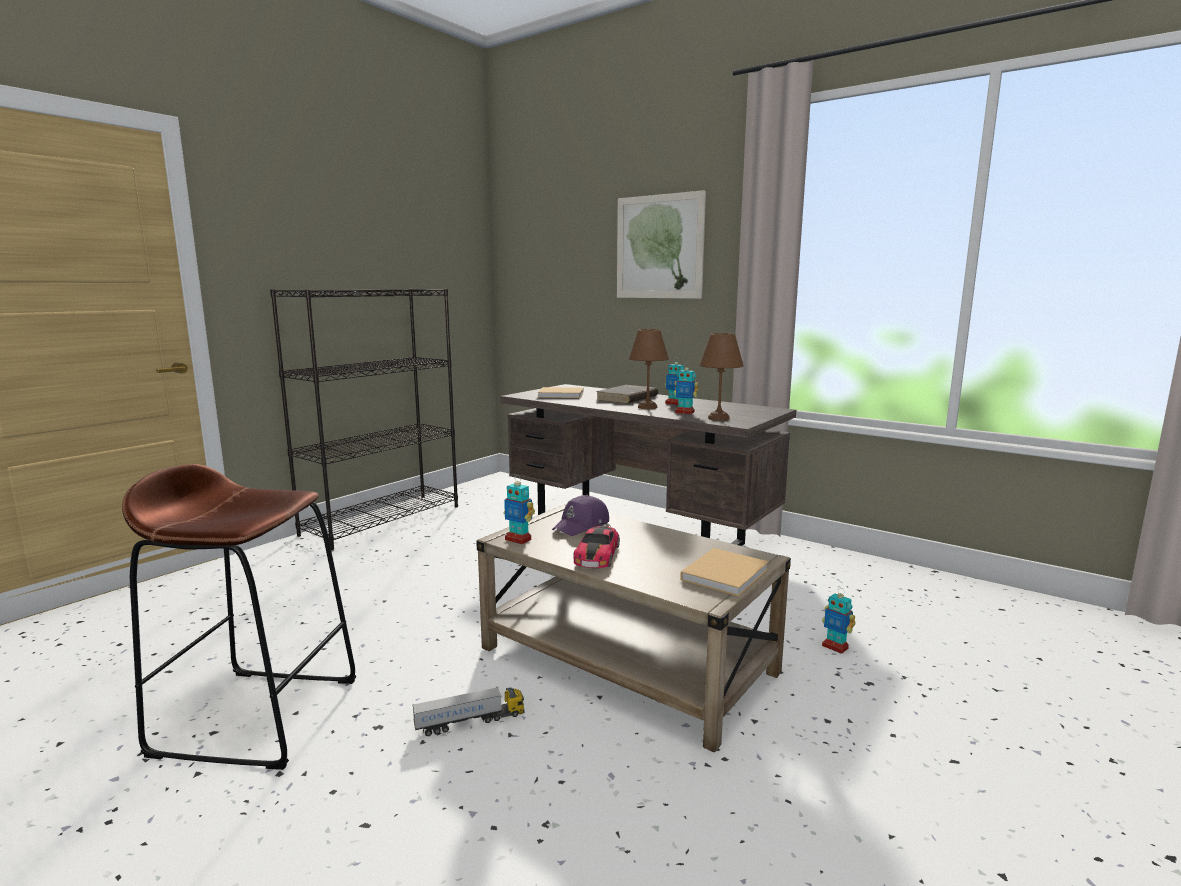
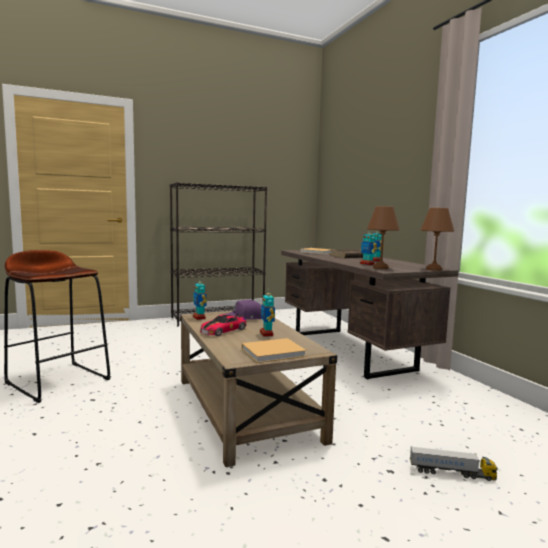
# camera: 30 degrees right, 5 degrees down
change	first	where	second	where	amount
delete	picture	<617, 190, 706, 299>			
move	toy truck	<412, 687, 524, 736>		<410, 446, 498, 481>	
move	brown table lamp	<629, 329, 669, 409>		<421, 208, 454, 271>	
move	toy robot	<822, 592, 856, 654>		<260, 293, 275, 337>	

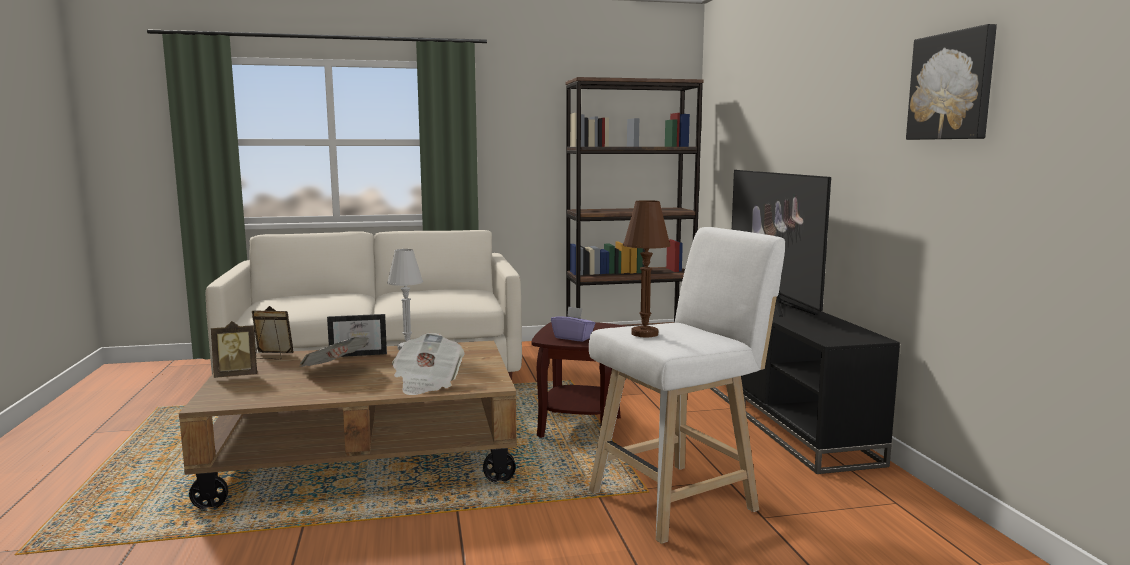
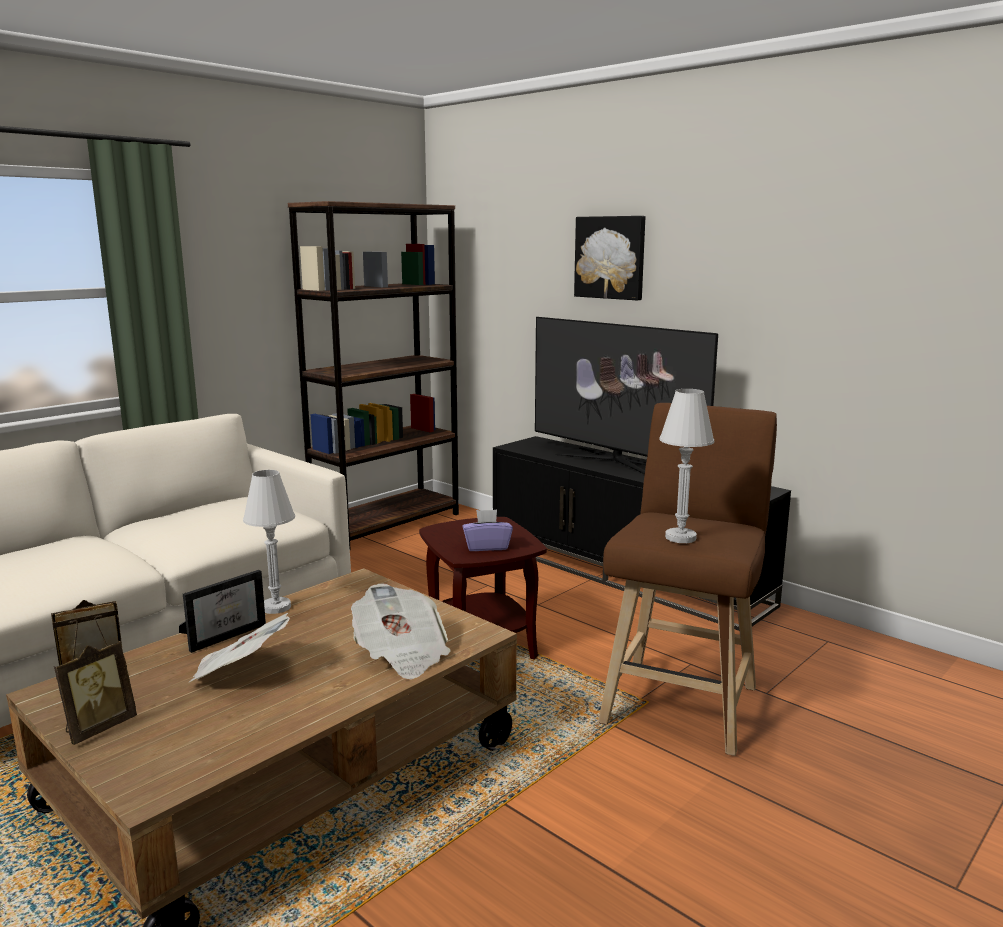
# camera: 35 degrees left, 5 degrees up
change	first	where	second	where	amount
move	picture	<906, 24, 997, 140>		<574, 216, 645, 300>	
recolor	white stool	<589, 227, 785, 544>	brown stool	<598, 403, 777, 756>	
recolor	brown table lamp	<623, 200, 670, 338>	white table lamp	<659, 389, 714, 543>	

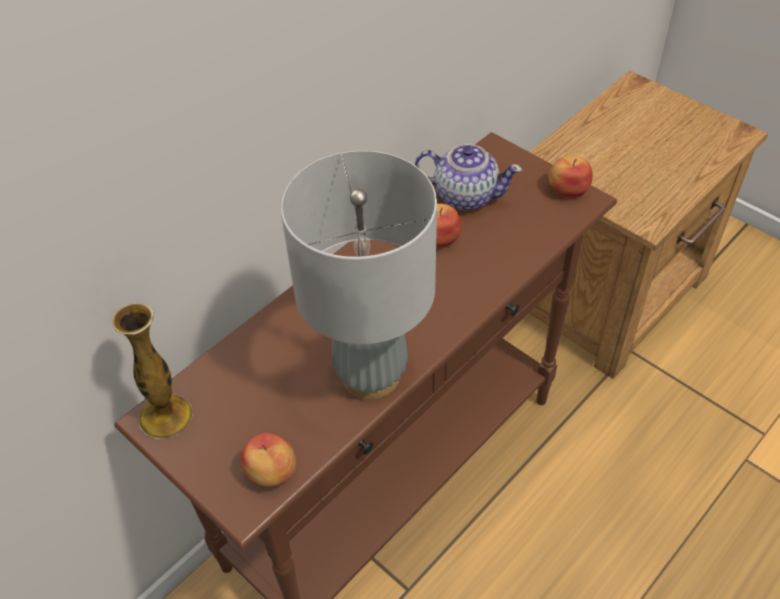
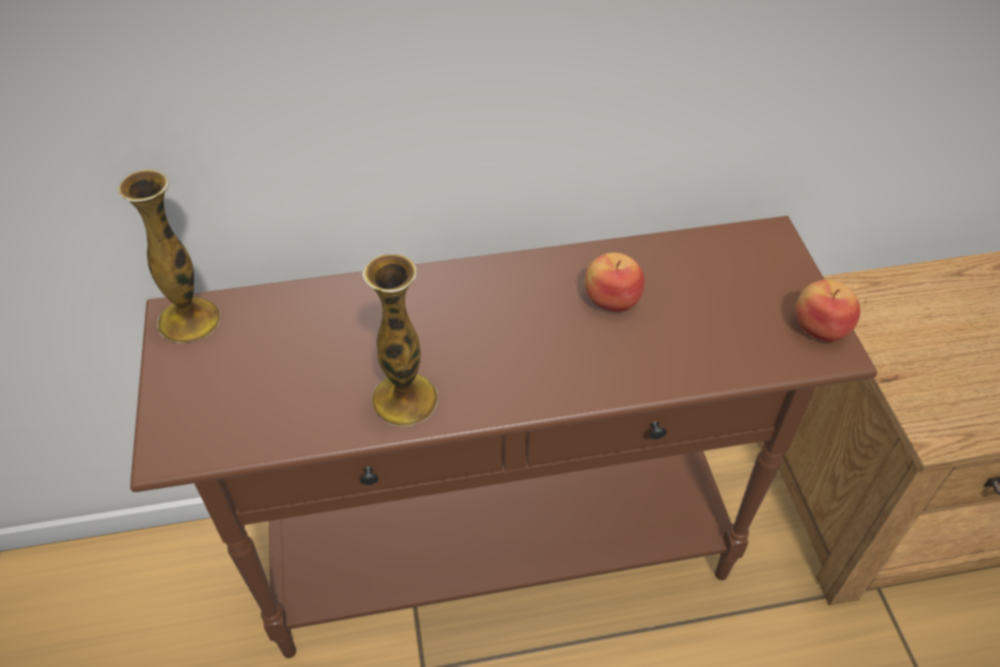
# camera: 35 degrees right, 0 degrees up
change	first	where	second	where	amount
delete	apple	<240, 433, 296, 487>			
delete	teapot	<415, 144, 522, 211>			
replace	grey table lamp	<281, 151, 437, 399>	vase	<363, 254, 438, 426>	

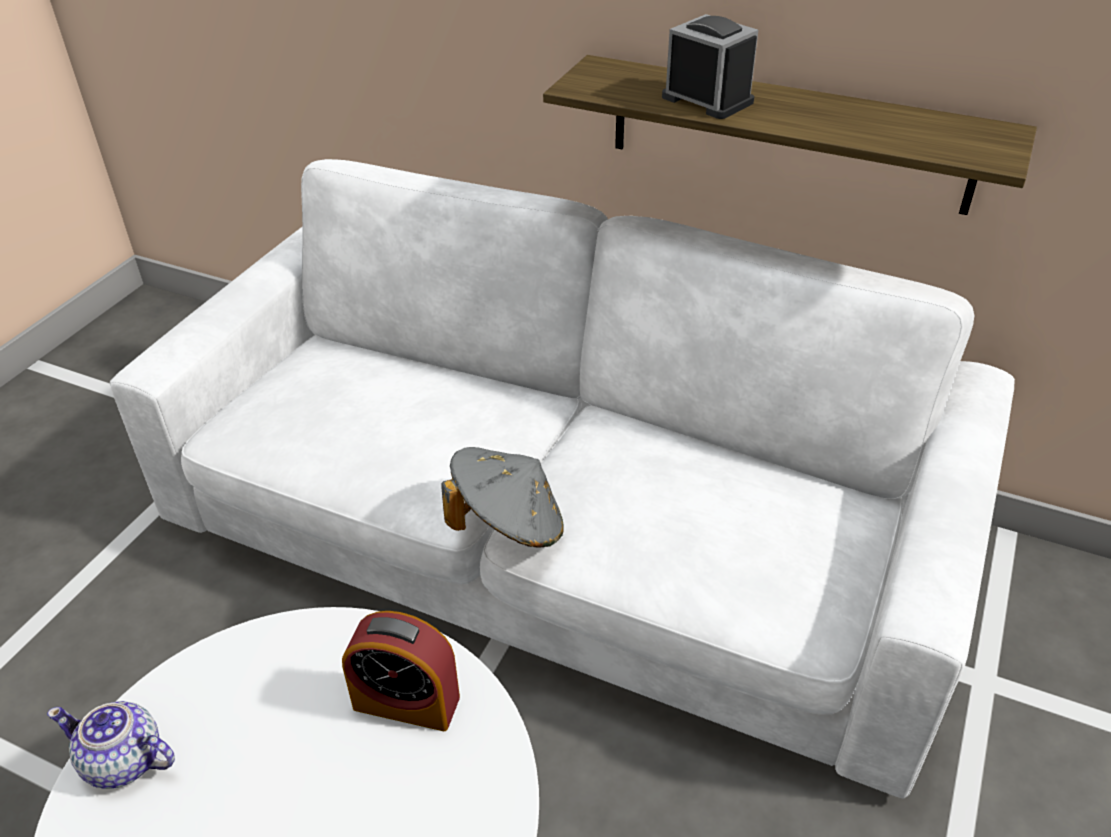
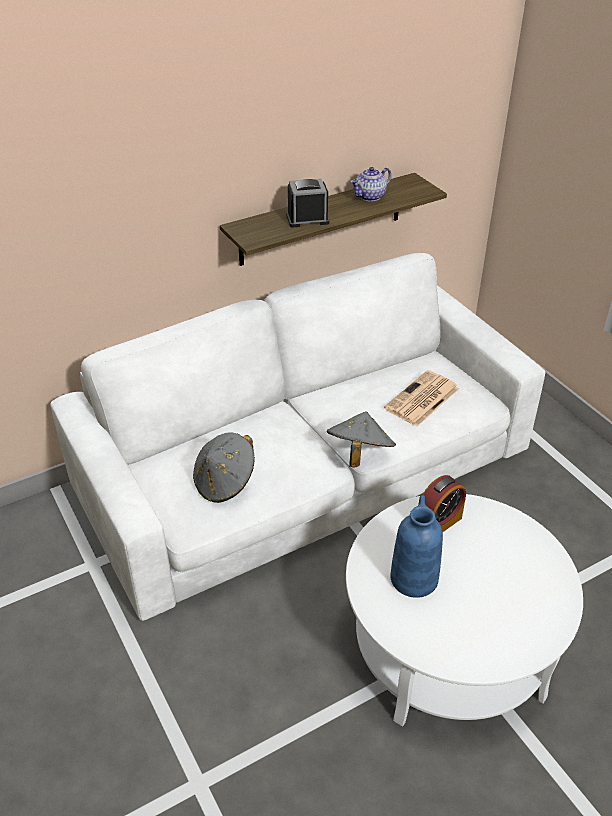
# camera: 55 degrees left, 0 degrees up
change	first	where	second	where	amount
insert			grey hat	<193, 432, 255, 503>	
insert			newspaper	<384, 370, 459, 426>	
insert			blue vase	<390, 495, 443, 598>	
move	teapot	<47, 701, 175, 789>		<350, 167, 391, 202>	

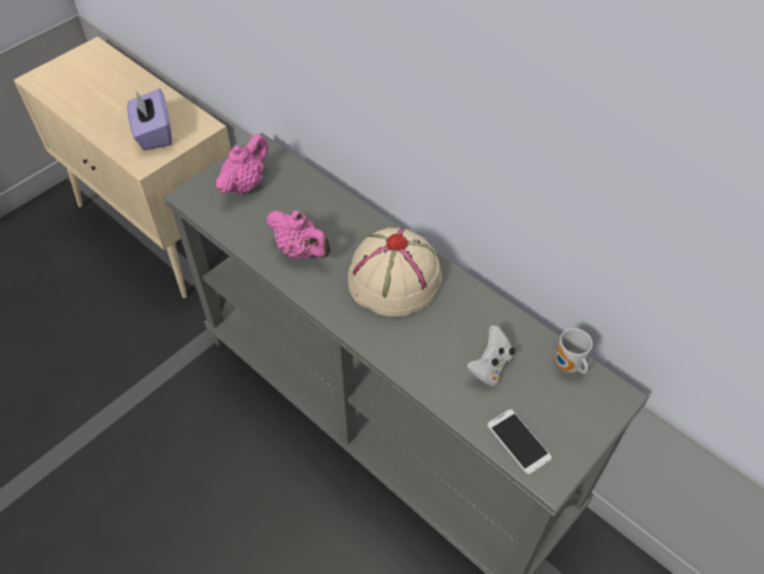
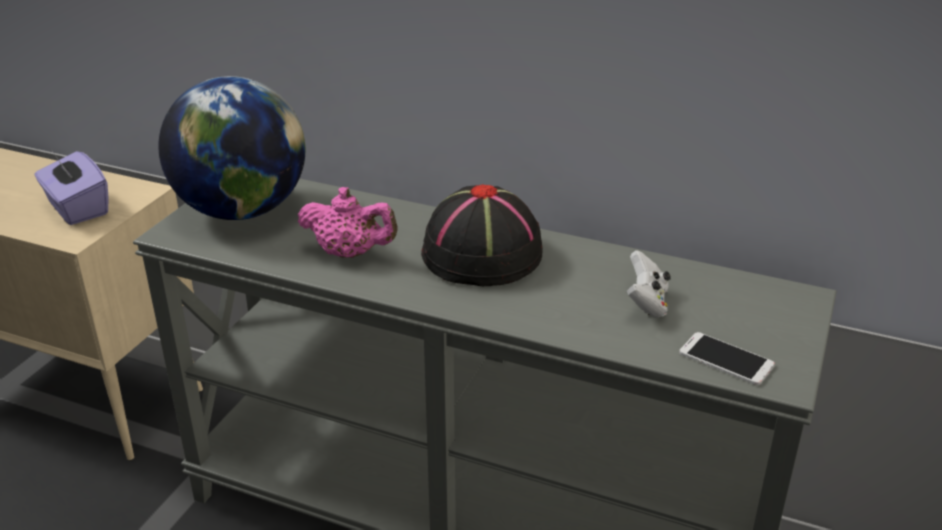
# camera: 20 degrees left, 20 degrees down
change	first	where	second	where	amount
delete	mug	<555, 328, 593, 374>			
replace	pink teapot	<216, 134, 268, 195>	globe	<159, 76, 305, 220>	
recolor	beige hat	<348, 228, 442, 317>	black hat	<421, 184, 543, 286>	

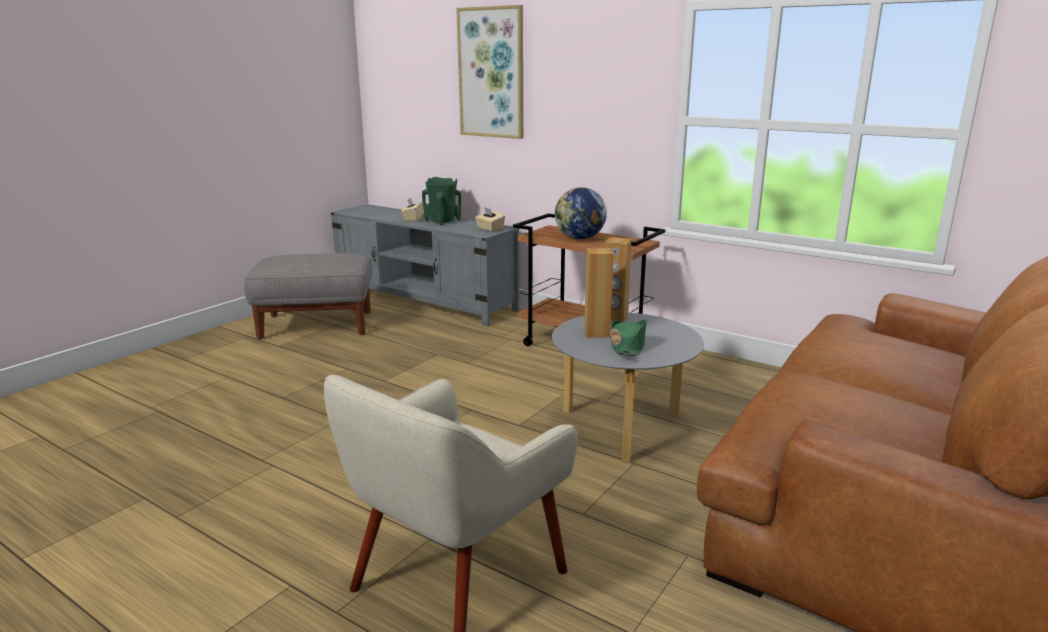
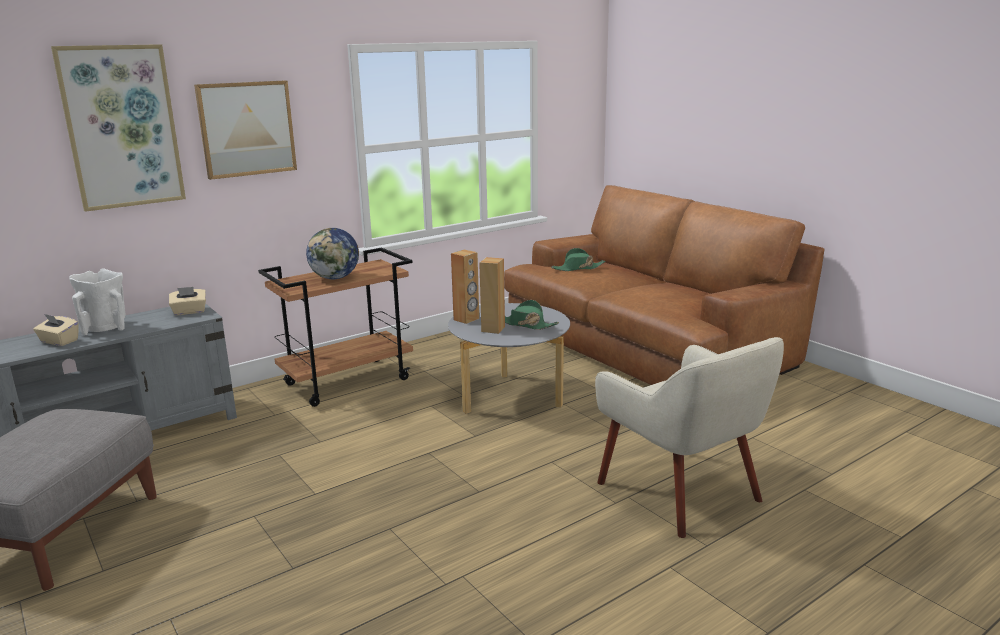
# camera: 70 degrees left, 0 degrees up
change	first	where	second	where	amount
insert			picture	<194, 80, 297, 180>	
insert			green hat	<551, 248, 605, 271>	
recolor	green vase	<422, 177, 461, 225>	white vase	<69, 269, 125, 335>	

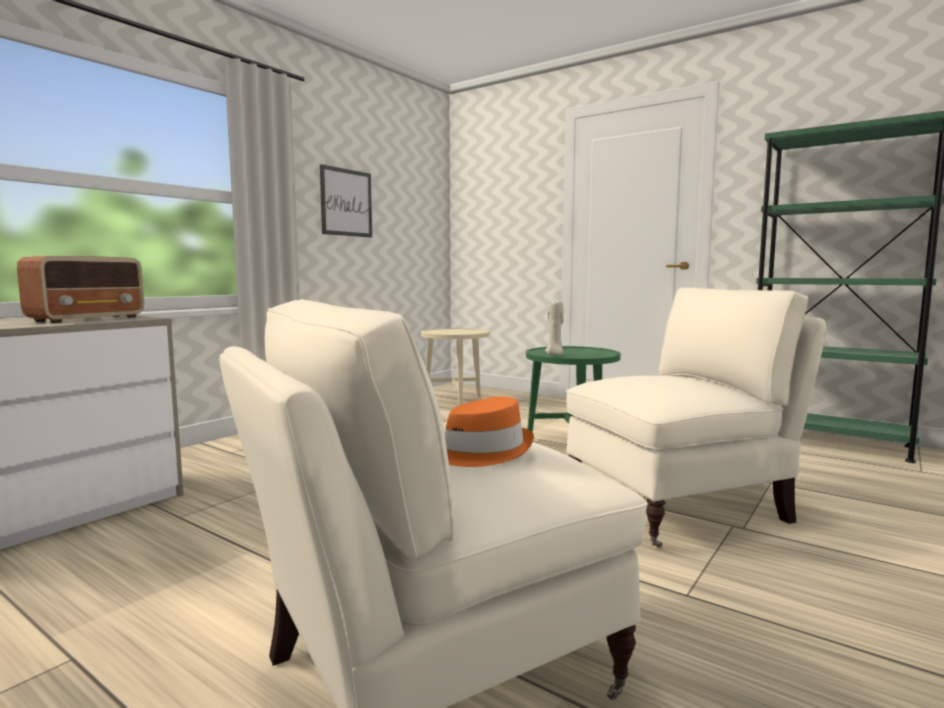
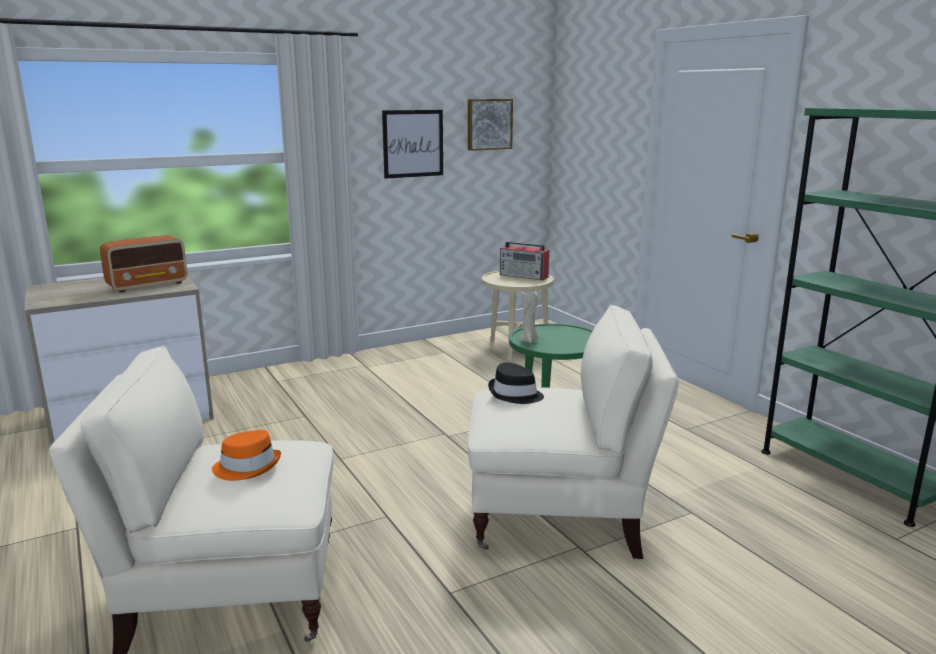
# camera: 25 degrees right, 10 degrees up
change	first	where	second	where	amount
insert			picture	<468, 99, 513, 151>	
insert			black hat	<488, 362, 544, 404>	
insert			radio	<500, 241, 549, 280>	

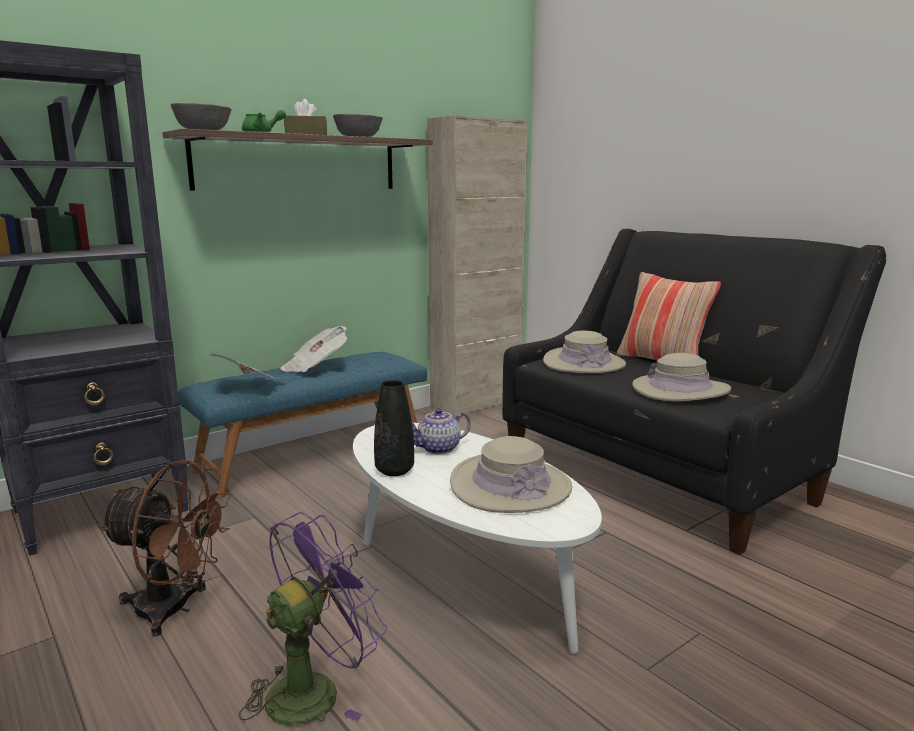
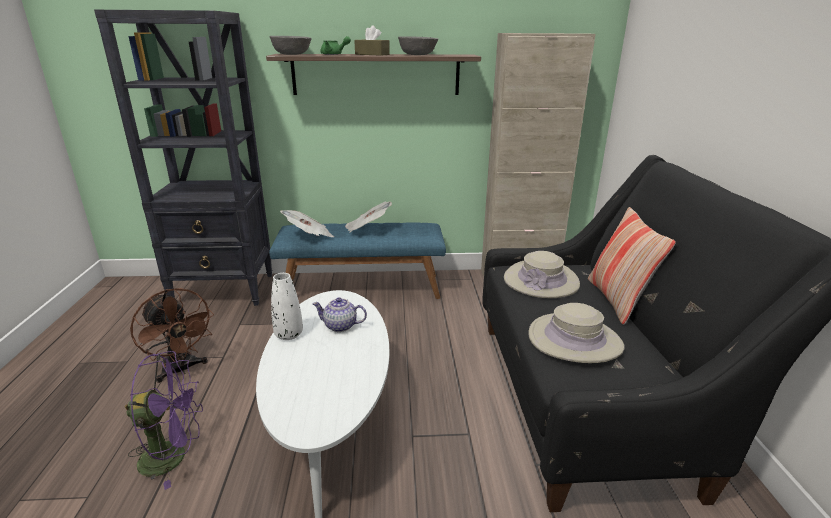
# camera: 35 degrees right, 10 degrees up
change	first	where	second	where	amount
delete	beige hat	<450, 436, 572, 513>			
recolor	black vase	<374, 380, 414, 476>	white vase	<271, 273, 303, 340>	

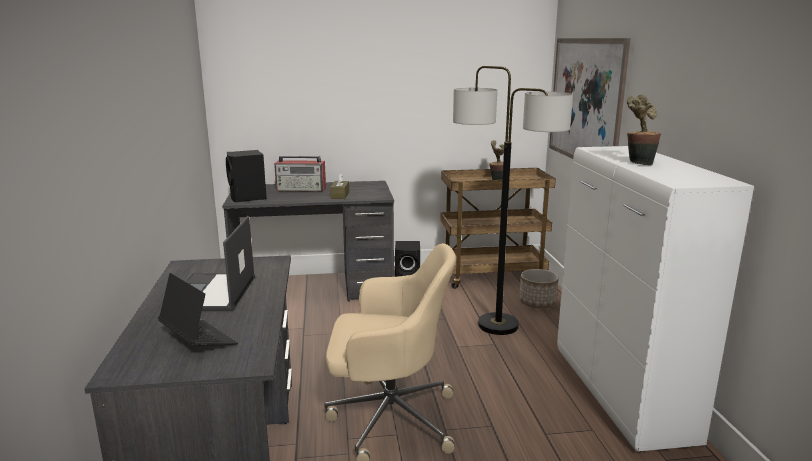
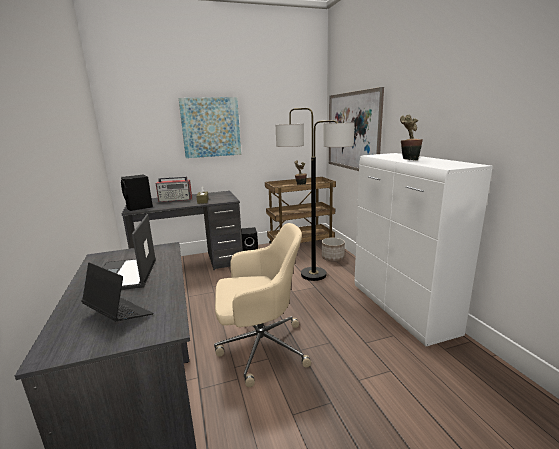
# camera: 10 degrees left, 0 degrees up
change	first	where	second	where	amount
insert			picture	<179, 97, 241, 158>	

